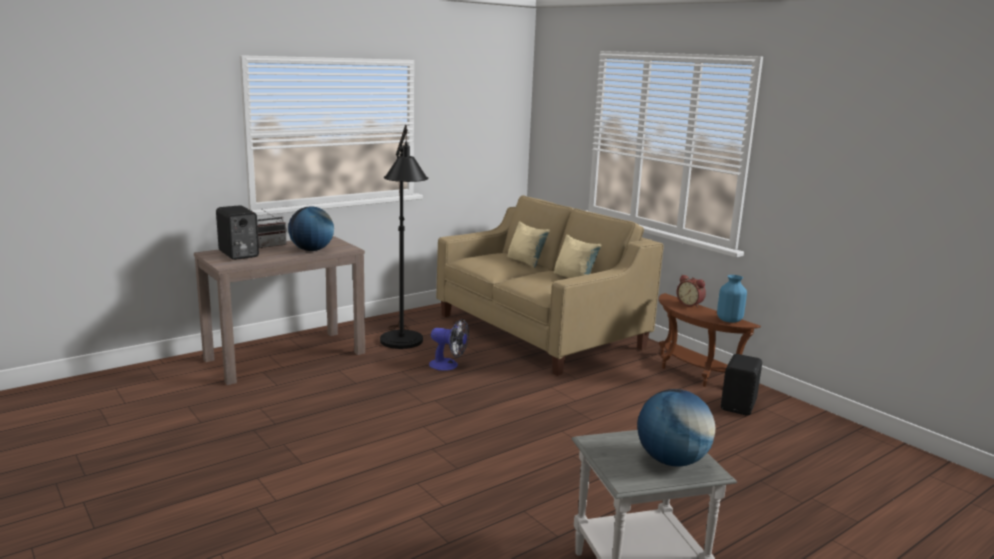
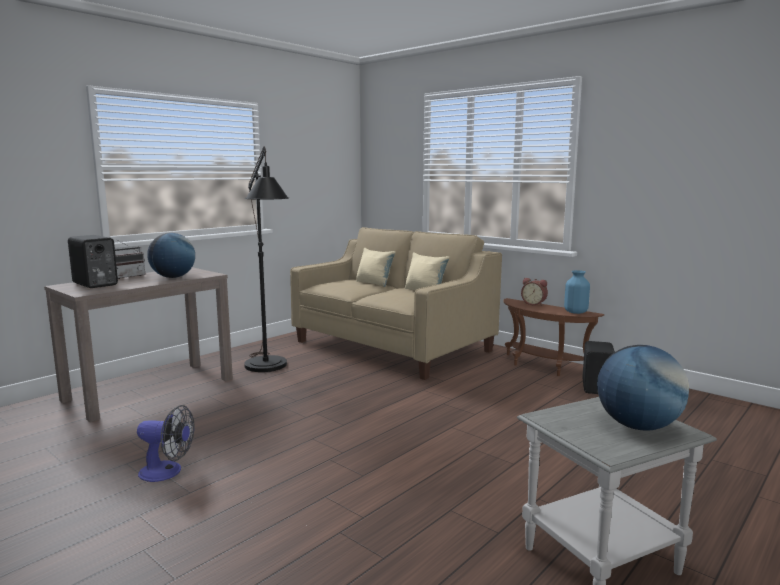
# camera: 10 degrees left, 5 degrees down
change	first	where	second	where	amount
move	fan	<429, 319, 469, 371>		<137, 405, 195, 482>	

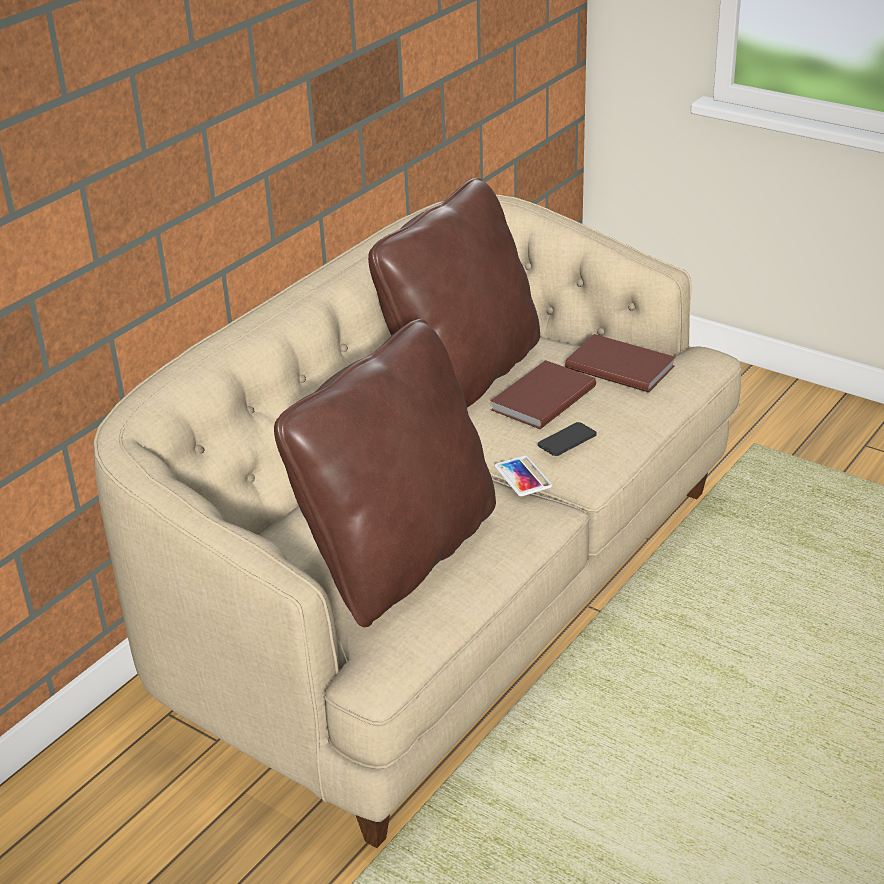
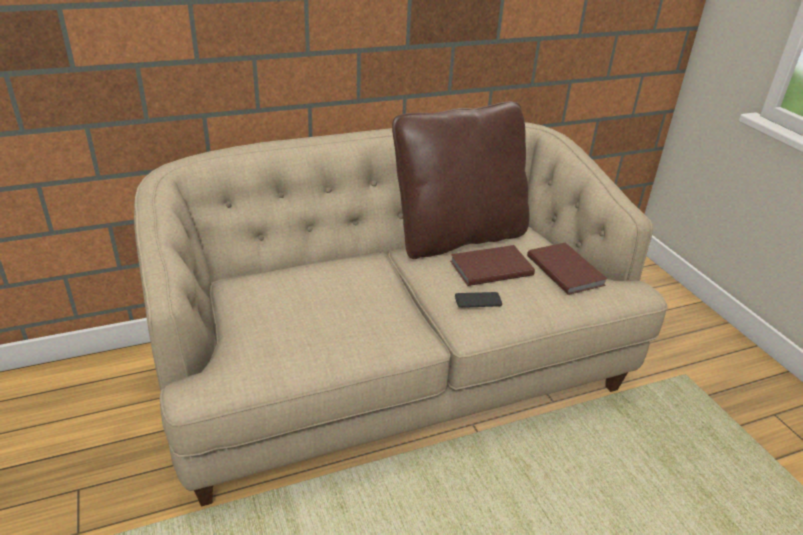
# camera: 30 degrees right, 0 degrees up
change	first	where	second	where	amount
delete	brown pillow	<274, 319, 496, 627>			
delete	phone	<494, 455, 553, 496>			

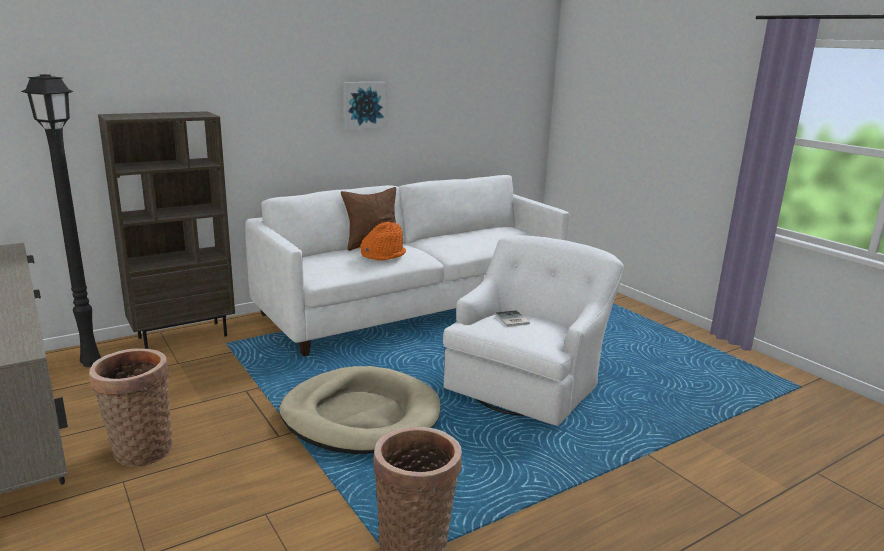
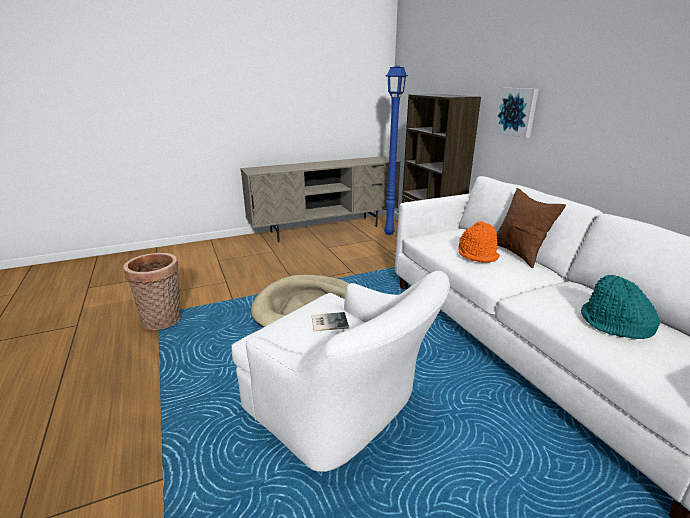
# camera: 100 degrees right, 5 degrees up
change	first	where	second	where	amount
delete	basket	<89, 348, 172, 467>			
insert			turquoise hat	<581, 275, 660, 339>	
move	picture	<343, 82, 387, 130>		<494, 88, 539, 138>	
recolor	black floor lamp	<21, 74, 101, 367>	blue floor lamp	<384, 66, 408, 235>	

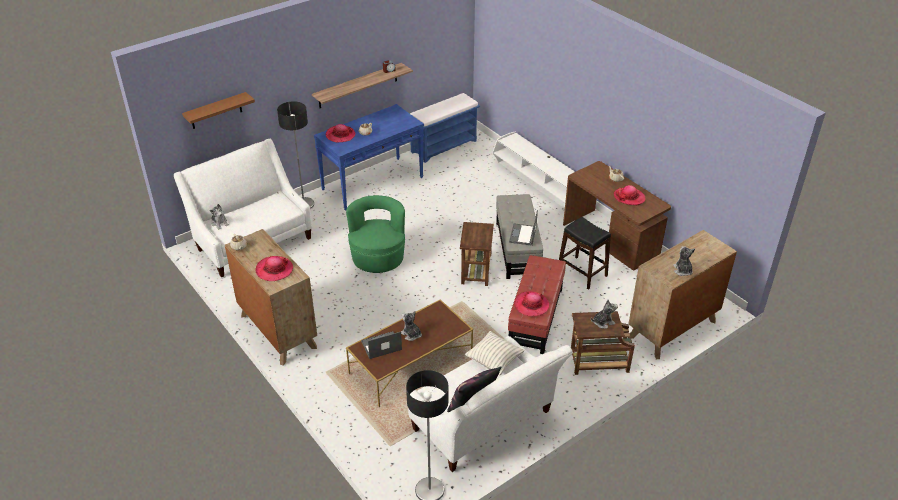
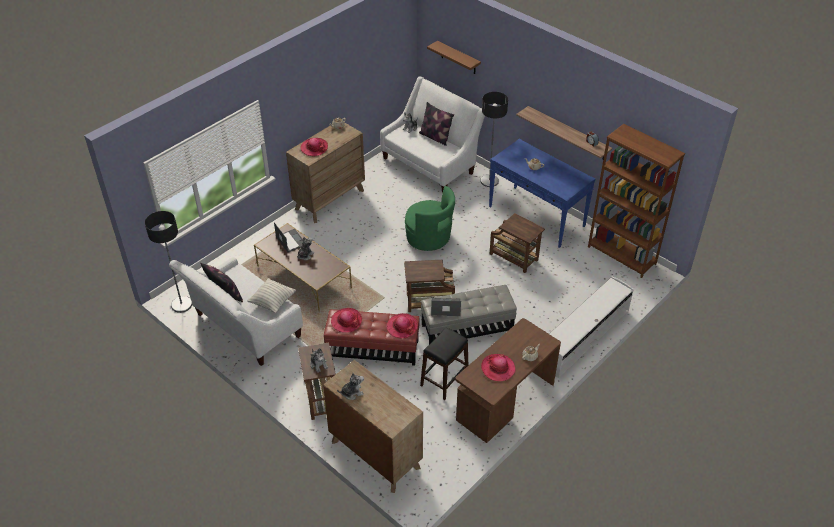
# camera: 80 degrees right, 5 degrees up
change	first	where	second	where	amount
insert			pillow	<419, 102, 454, 146>	
insert			brown side table	<490, 213, 545, 273>	
move	hat	<326, 124, 356, 142>		<386, 313, 418, 338>	
replace	blue bench	<410, 93, 480, 163>	brown bookcase	<588, 124, 685, 278>	
rotate	green armchair	<346, 195, 405, 273>		<405, 186, 455, 251>	45 degrees clockwise

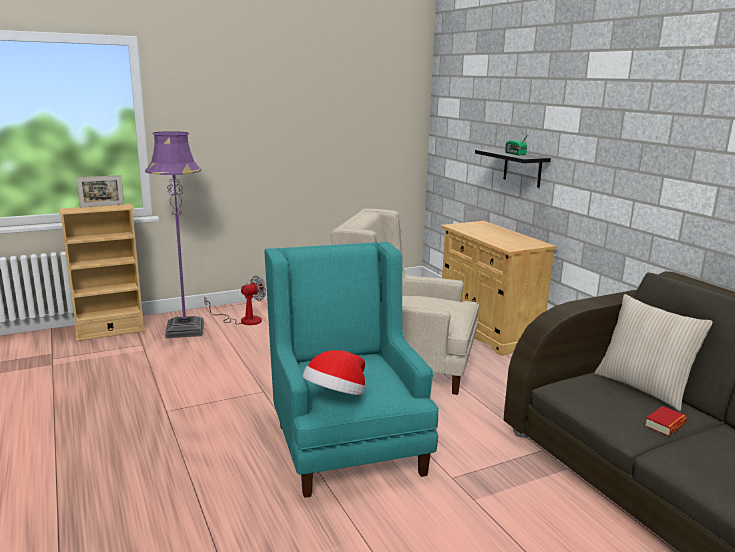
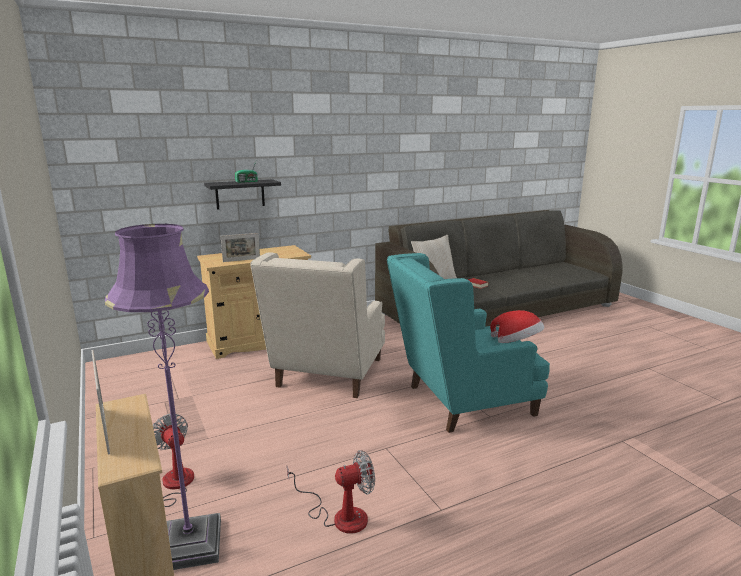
# camera: 90 degrees left, 0 degrees up
change	first	where	second	where	amount
insert			picture frame	<221, 233, 260, 262>	
insert			fan	<287, 450, 375, 533>	

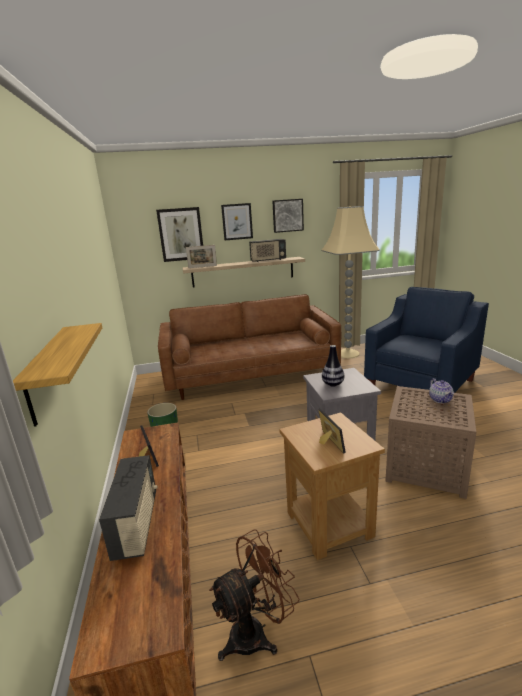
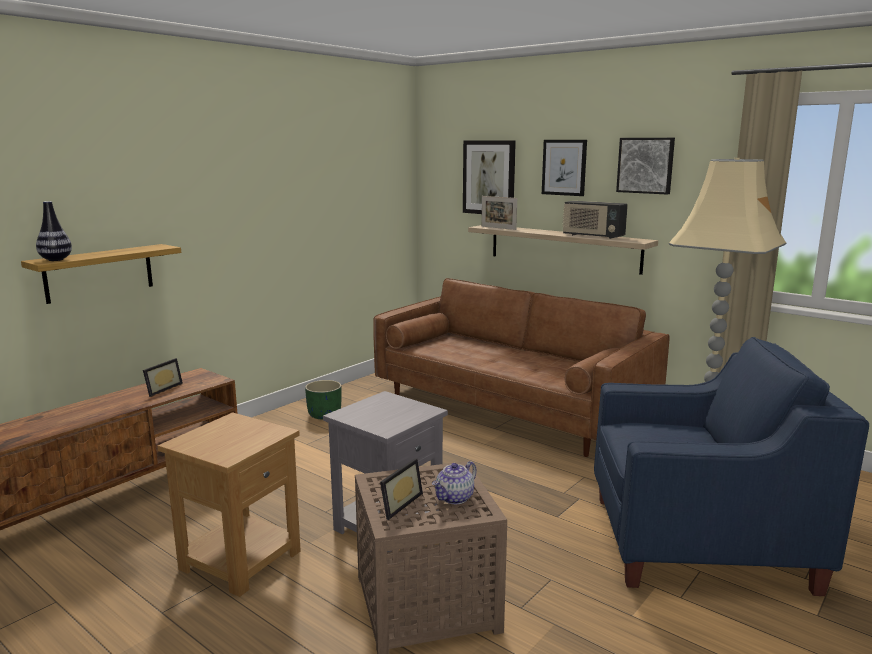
# camera: 50 degrees right, 5 degrees down
change	first	where	second	where	amount
delete	radio	<99, 455, 157, 561>			
delete	brown fan	<209, 529, 299, 661>			
move	picture frame	<318, 409, 346, 453>		<380, 458, 423, 520>	
move	vase	<322, 345, 344, 387>		<36, 201, 72, 261>	

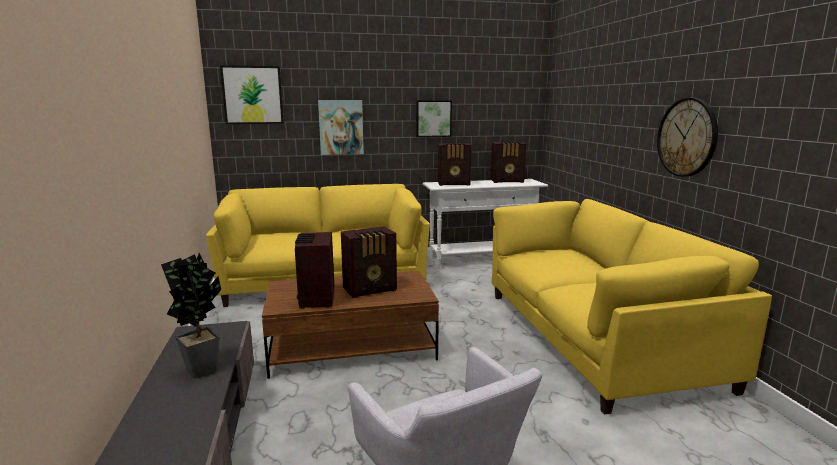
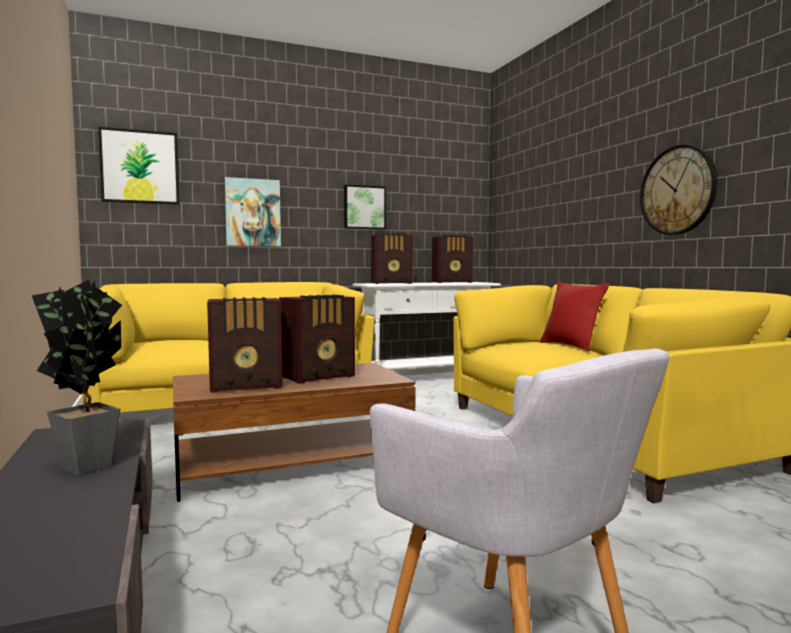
# camera: 10 degrees left, 10 degrees down
change	first	where	second	where	amount
insert			red pillow	<540, 282, 609, 351>	
rotate	radio	<295, 232, 335, 309>		<207, 297, 283, 393>	90 degrees counterclockwise

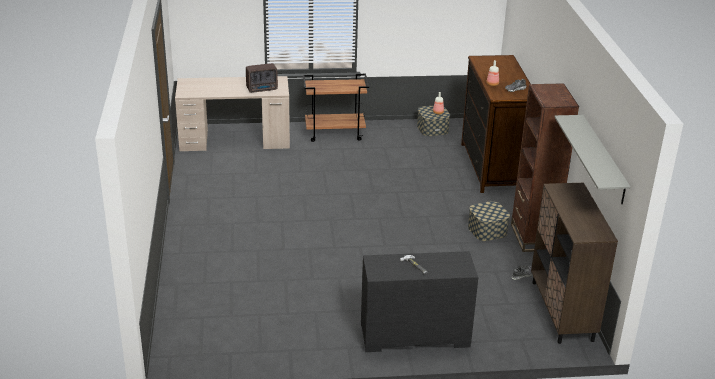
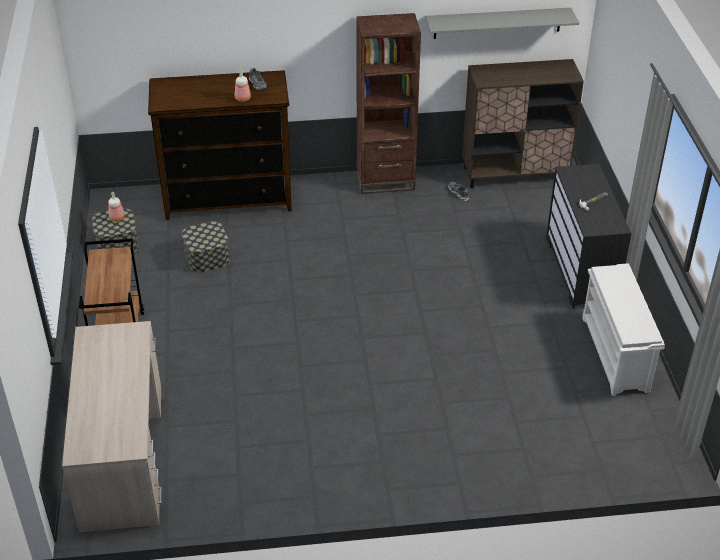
# camera: 90 degrees left, 10 degrees up
change	first	where	second	where	amount
delete	radio	<246, 63, 278, 93>			
insert			white shoe rack	<582, 263, 665, 396>	
move	storage box	<468, 201, 510, 241>		<182, 221, 230, 273>	

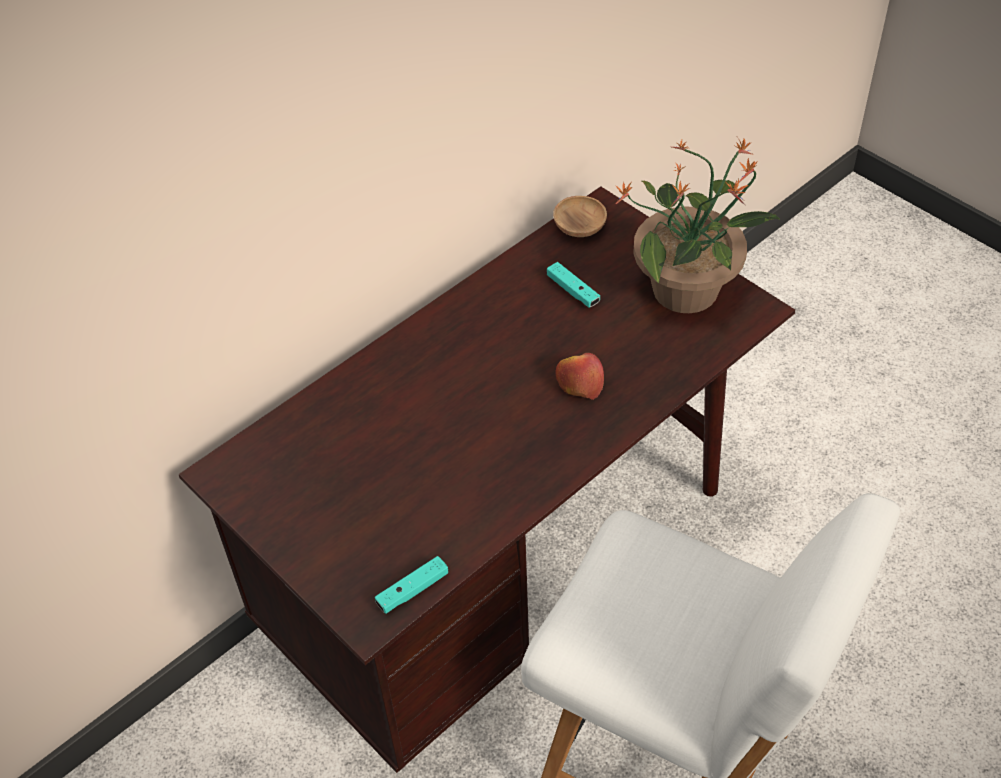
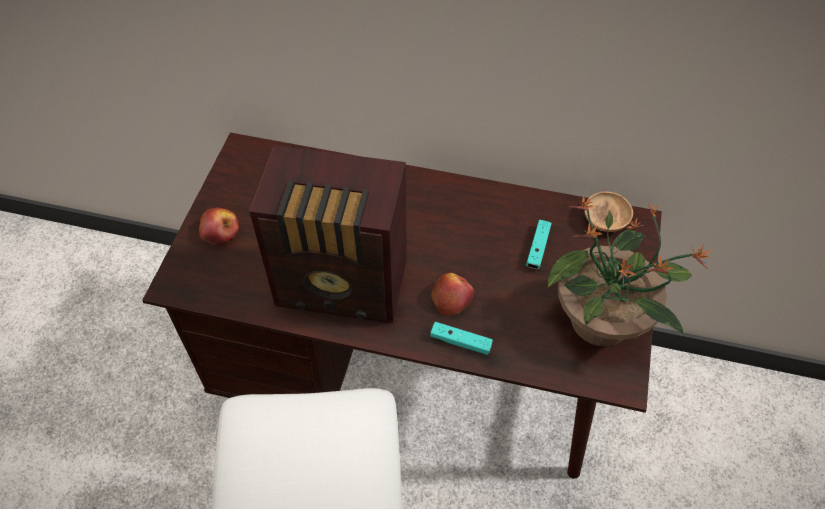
# camera: 55 degrees right, 5 degrees up
change	first	where	second	where	amount
insert			apple	<199, 208, 239, 245>	
insert			radio	<249, 145, 407, 323>	
move	turquoise game controller	<375, 556, 448, 613>		<430, 322, 493, 355>	

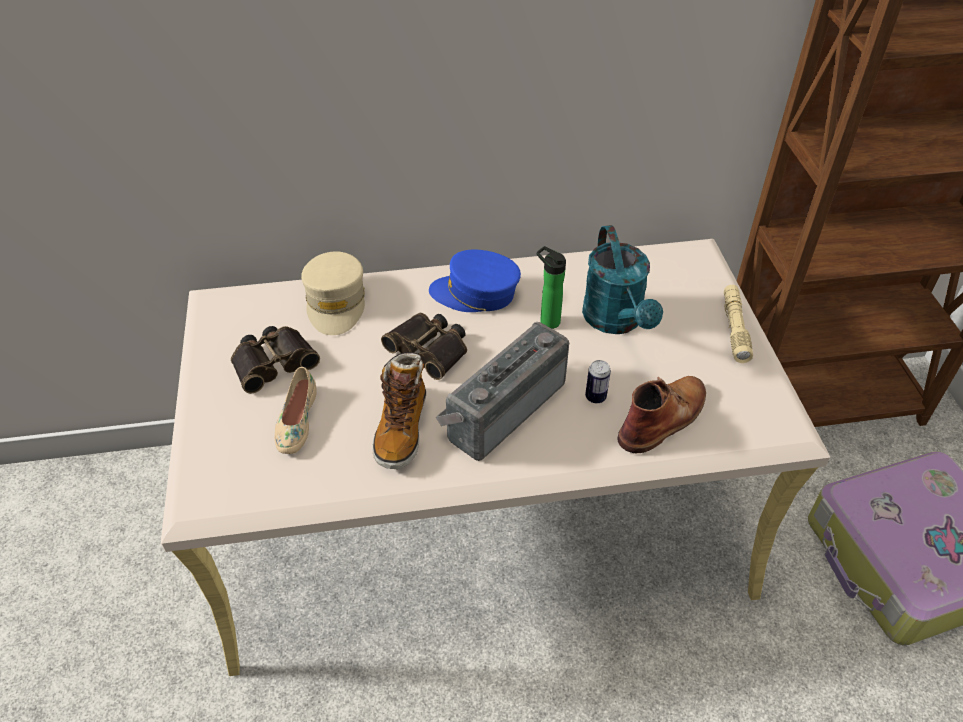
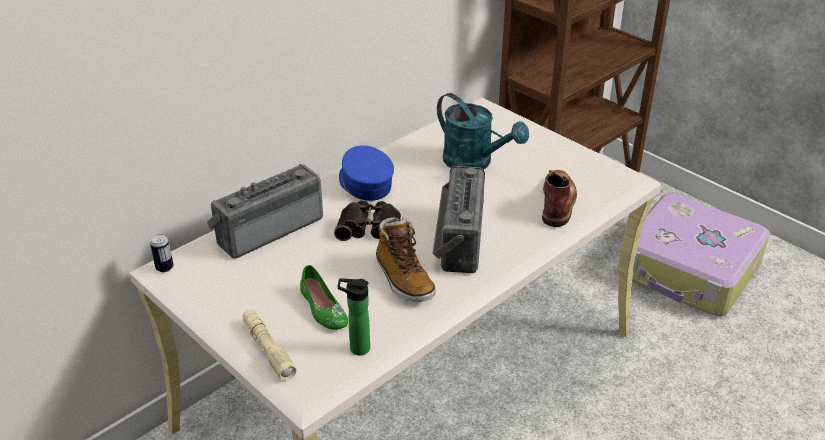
# camera: 35 degrees left, 10 degrees down
change	first	where	second	where	amount
delete	binoculars	<231, 326, 320, 394>			
move	bottle	<537, 246, 566, 329>		<338, 278, 370, 355>	
move	can	<585, 360, 611, 403>		<150, 234, 174, 272>	
move	beige flashlight	<724, 285, 753, 363>		<243, 309, 296, 381>	
replace	beige cap	<301, 251, 365, 335>	radio	<207, 164, 323, 258>	
recolor	beige shoe	<275, 367, 317, 454>	green shoe	<300, 265, 348, 330>	
rotate	blue cap	<429, 250, 521, 312>		<339, 145, 394, 201>	90 degrees clockwise

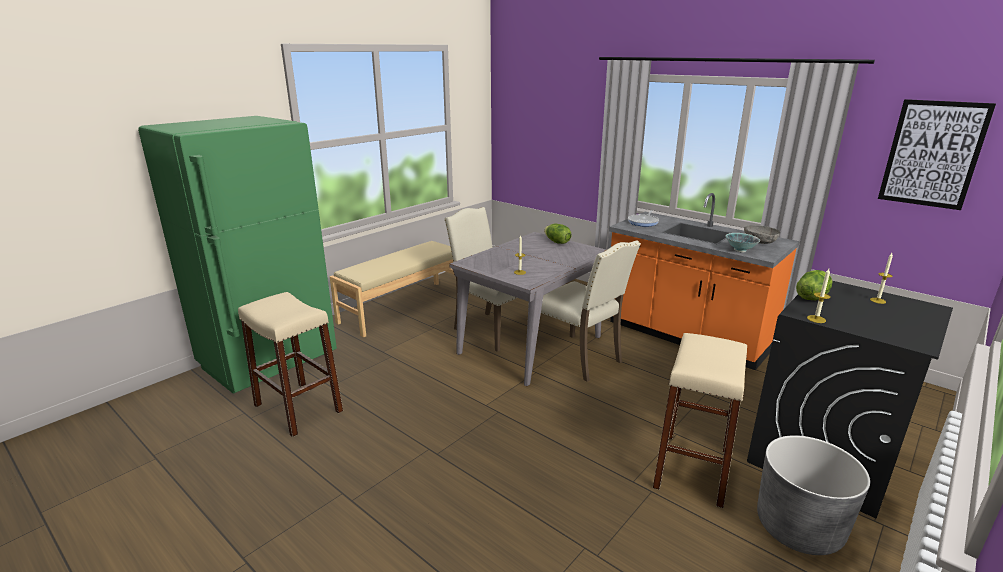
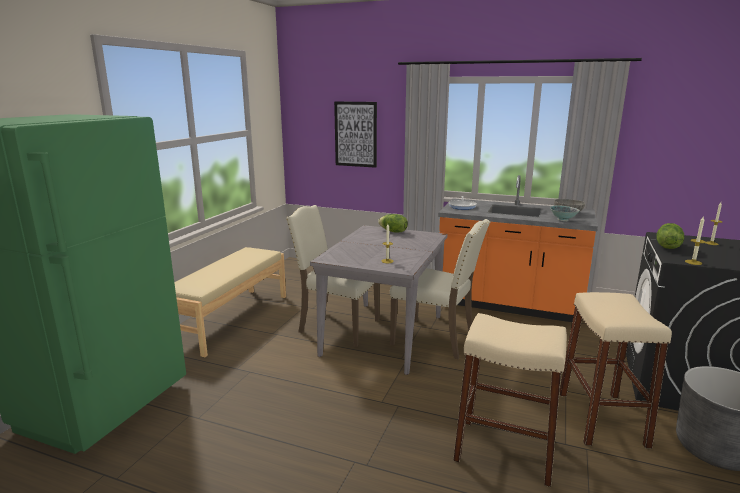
# camera: 20 degrees left, 5 degrees down
change	first	where	second	where	amount
move	beige stool	<238, 292, 343, 437>		<453, 313, 567, 487>	
move	picture	<878, 99, 996, 210>		<334, 101, 377, 168>	

